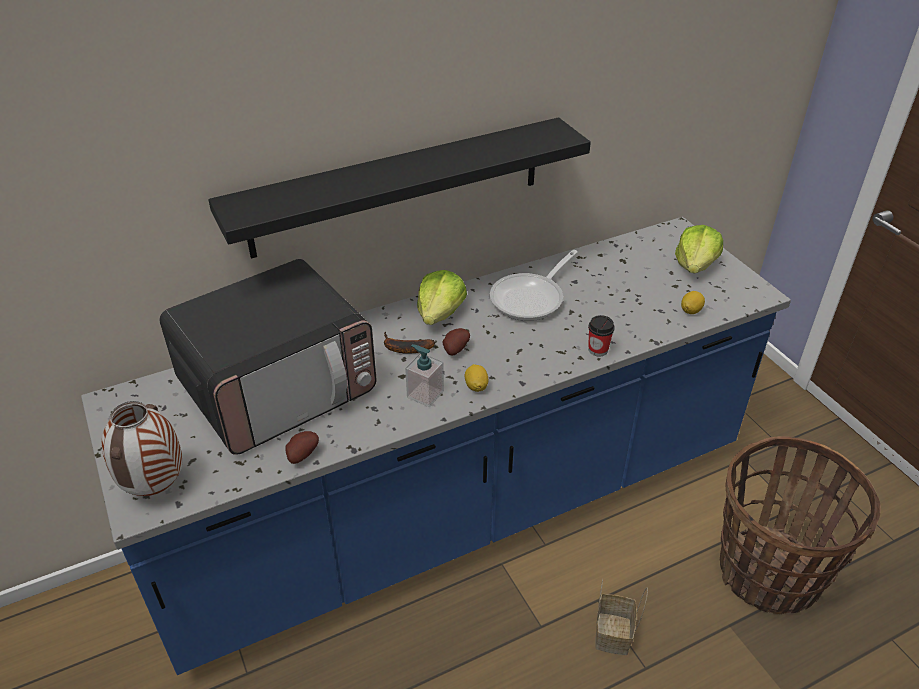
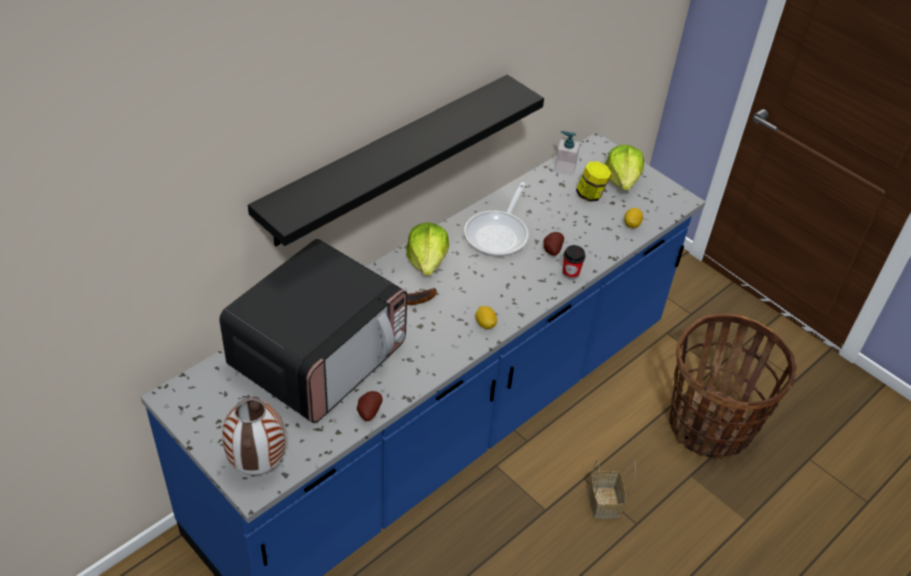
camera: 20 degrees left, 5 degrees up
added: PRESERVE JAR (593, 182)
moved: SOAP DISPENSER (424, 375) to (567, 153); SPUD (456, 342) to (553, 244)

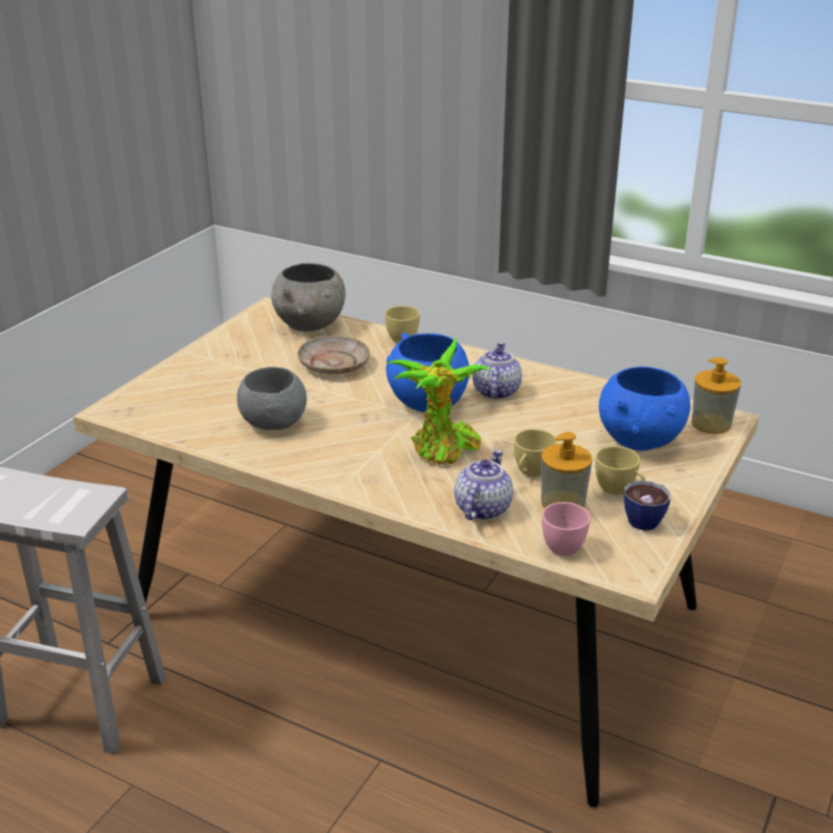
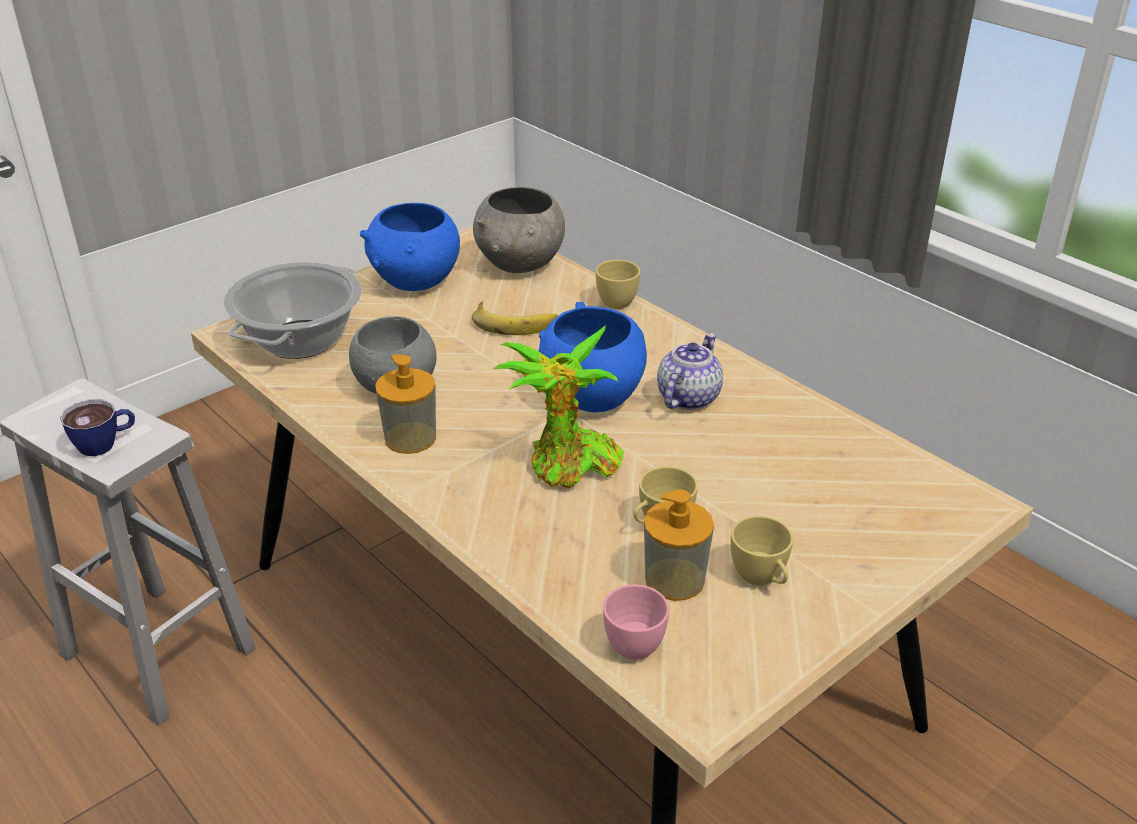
camera: 20 degrees right, 5 degrees up
removed: TEAPOT (483, 484)
added: SAUCEPOT (292, 310)
moved: BLUE BOWL (645, 408) to (410, 247); SMALL CUP (647, 506) to (97, 427); SOAP DISPENSER (716, 396) to (405, 404)
replaced: BEIGE-COLOURED DINNER PLATE (334, 355) to BANANA FRUIT (515, 318)

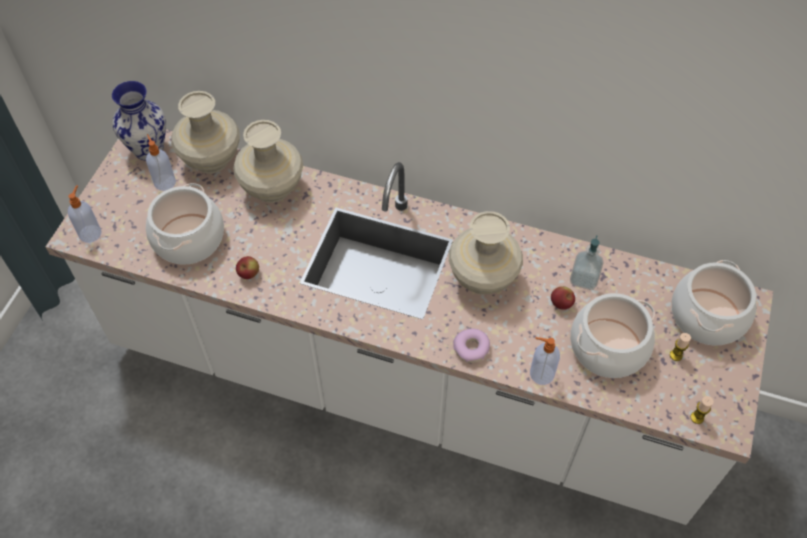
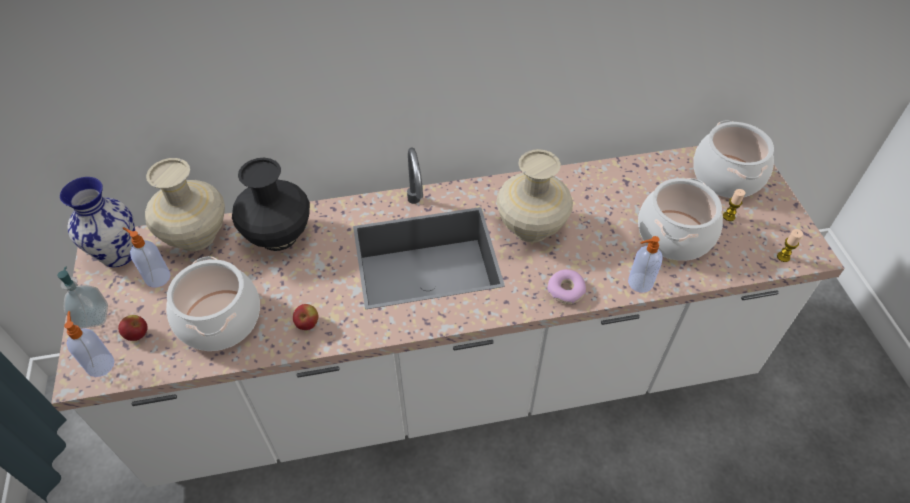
camera: 30 degrees left, 5 degrees down
moved: APPLE FRUIT (563, 298) to (133, 328); SOAP DISPENSER (587, 262) to (82, 297)
recoloured: BEIGE-COLOURED FLOWER VASE (268, 161) to BLACK-COLOURED FLOWER VASE (271, 204)

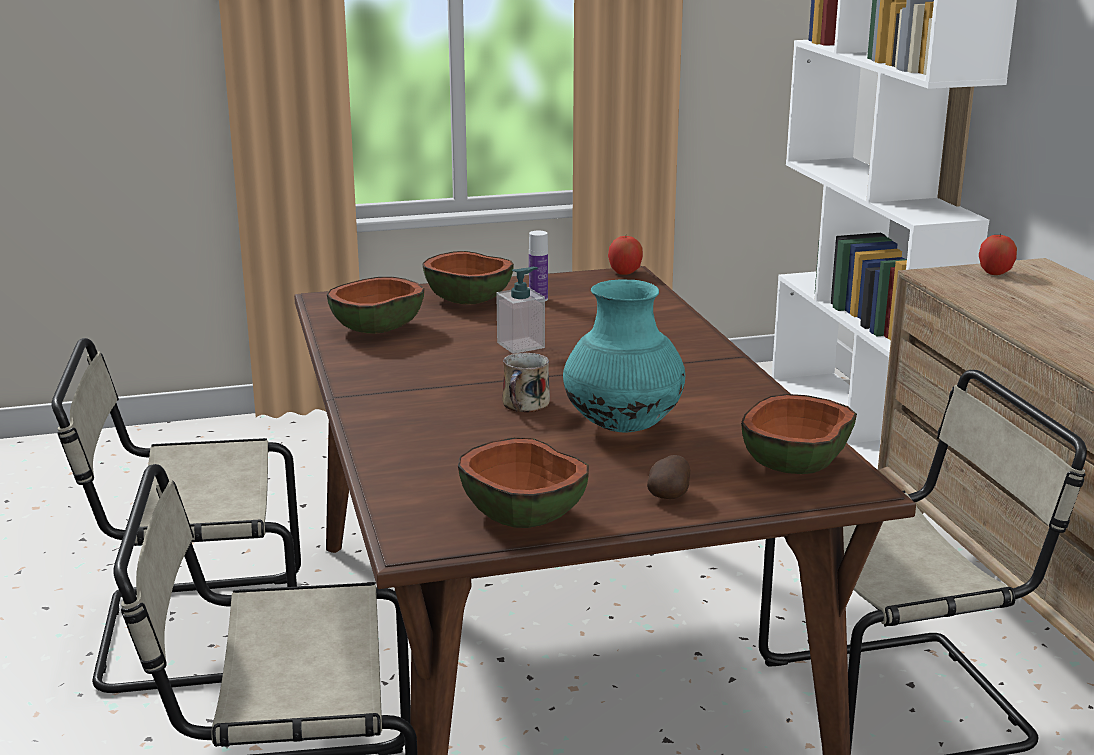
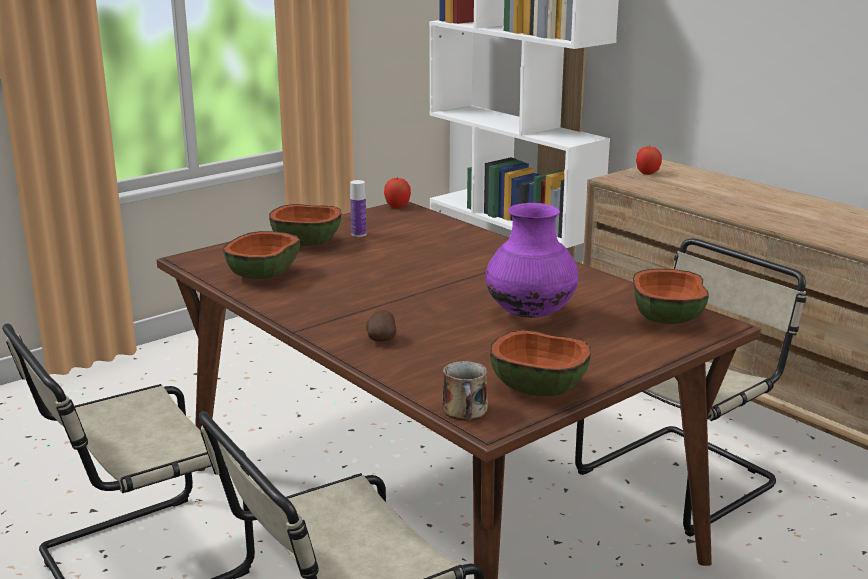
camera: 25 degrees left, 0 degrees up
removed: SOAP DISPENSER (520, 310)
moved: MUG (526, 382) to (465, 391); SPUD (668, 477) to (381, 326)
recoloured: TURQUOISE FLOWER VASE (624, 356) to PURPLE-COLOURED FLOWER VASE (532, 260)

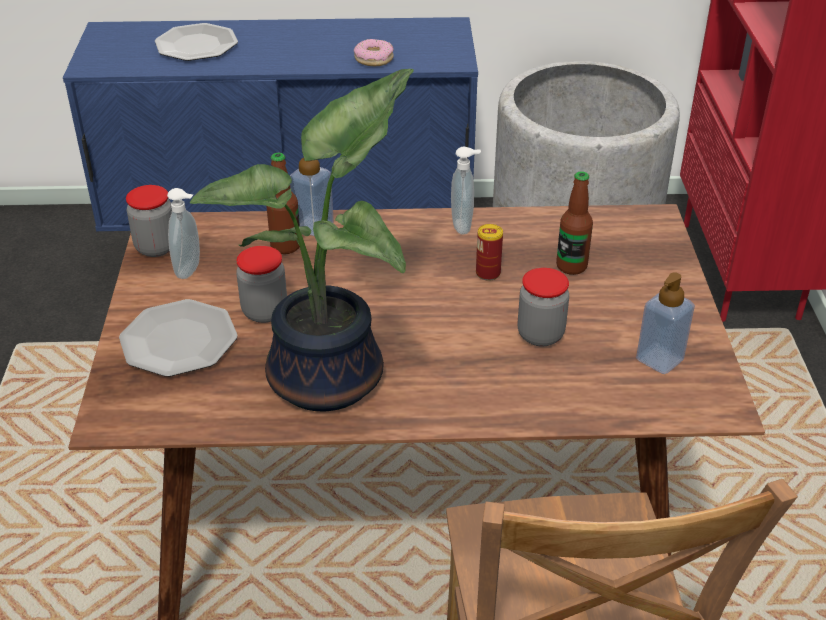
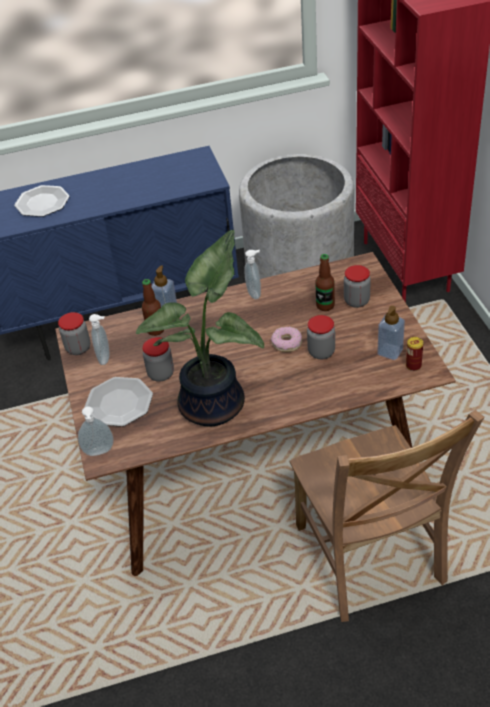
camera: 10 degrees left, 5 degrees up
added: SOAP DISPENSER (96, 431); PRESERVE JAR (357, 286)
moved: DONUT (374, 52) to (286, 339); CAN (489, 252) to (414, 354)

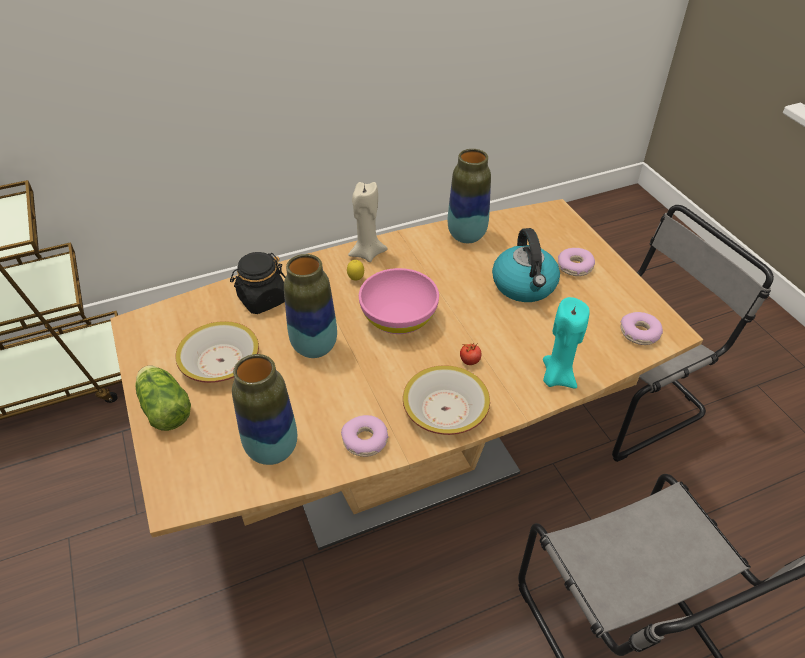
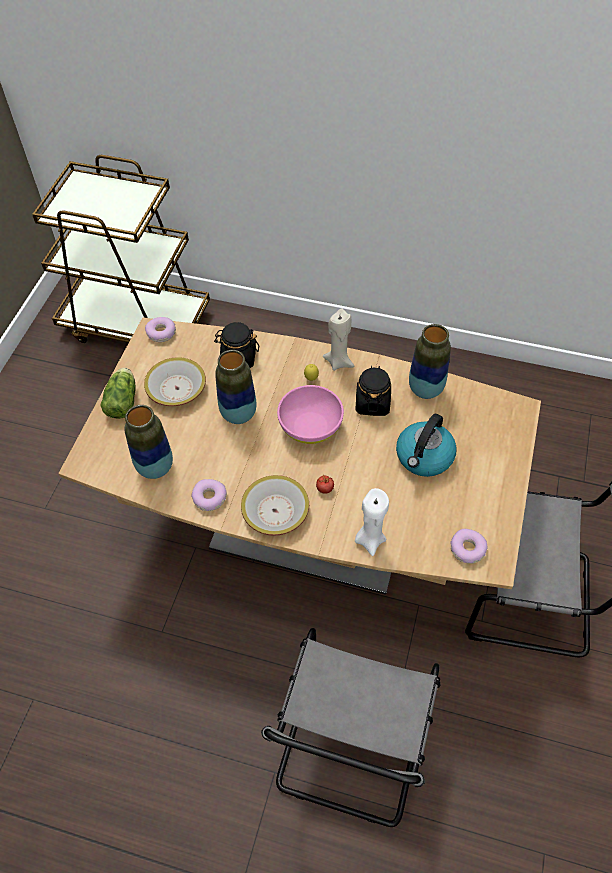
camera: 40 degrees right, 10 degrees up
added: BLACK-COLOURED PRESERVE JAR (373, 391)
moved: DONUT (576, 262) to (160, 329)
recoloured: TURQUOISE CANDLE (566, 342) to WHITE-COLOURED CANDLE (372, 522)

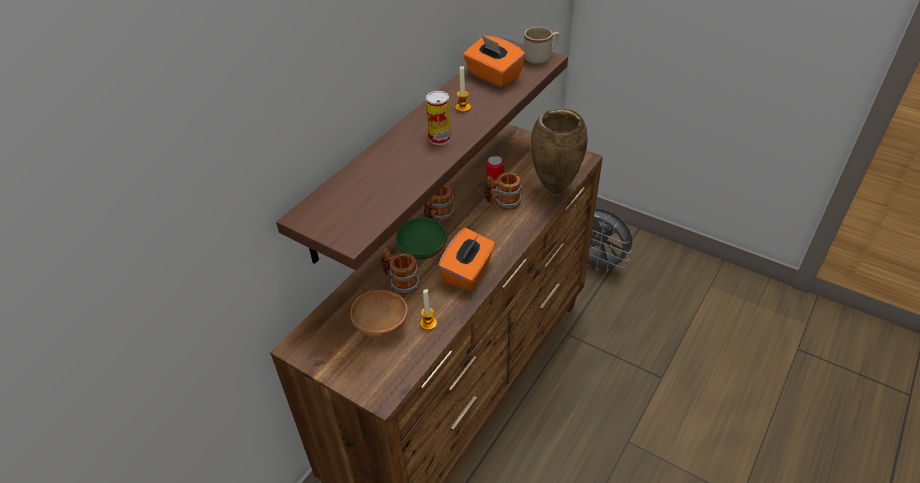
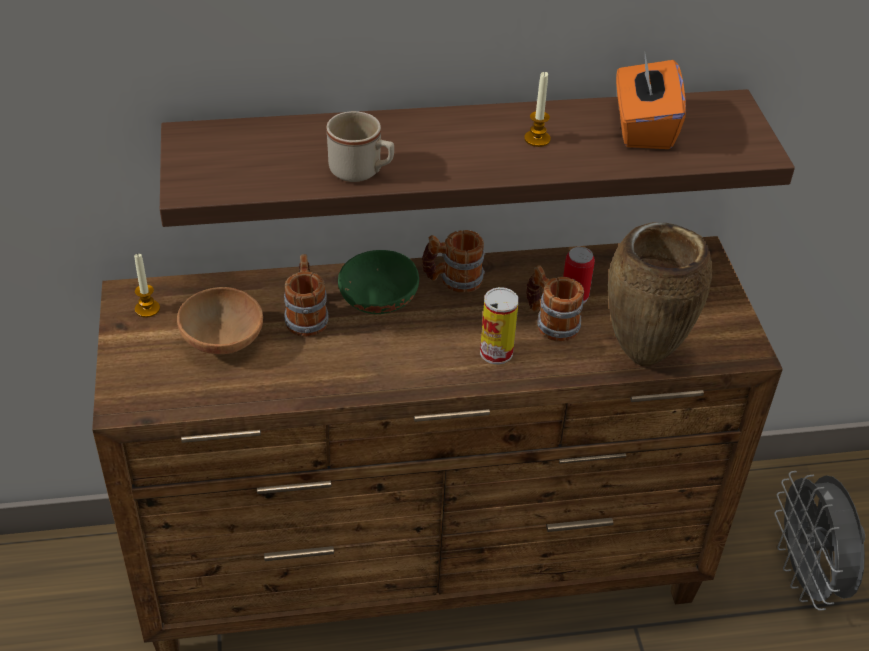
camera: 45 degrees right, 0 degrees up
removed: ORANGEY BOX OF TISSUES (466, 259)
moved: CANDLE (428, 309) to (147, 285); CAN (438, 118) to (499, 326); BEIGE-COLOURED MUG (541, 45) to (360, 146)

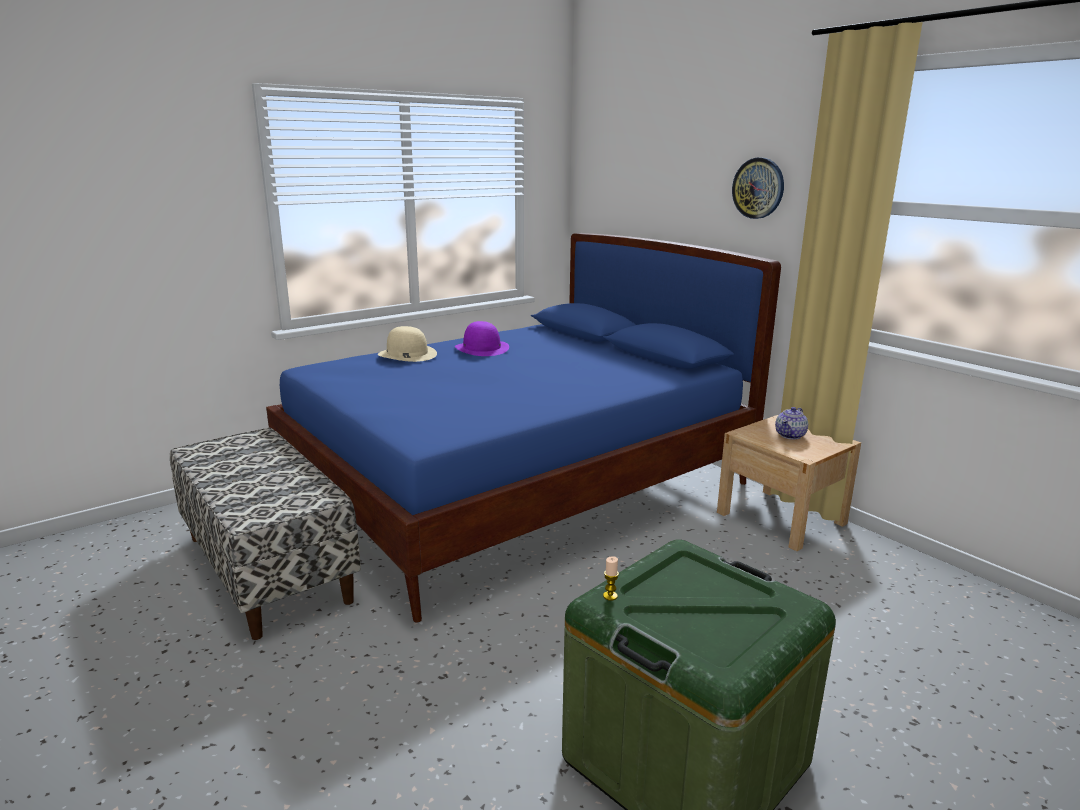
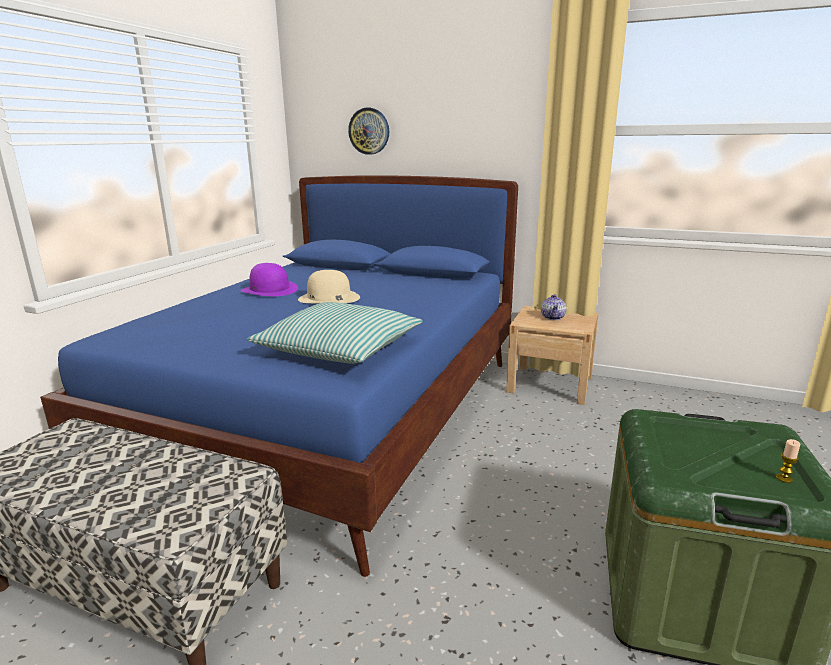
camera: 30 degrees left, 0 degrees up
added: THROW PILLOW (335, 333)
moved: BEIGE-COLOURED HAT (407, 344) to (329, 286); CANDLE (611, 578) to (788, 461); CLOCK ON THE WALL (758, 188) to (368, 131)

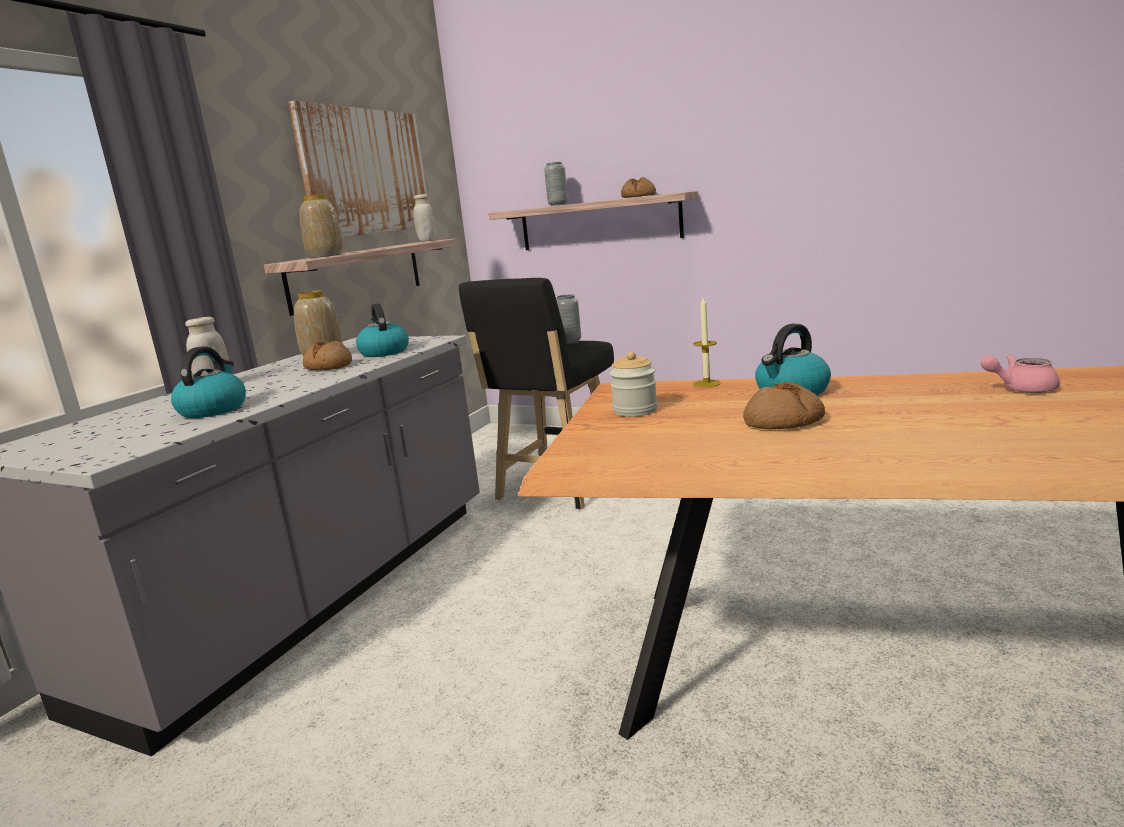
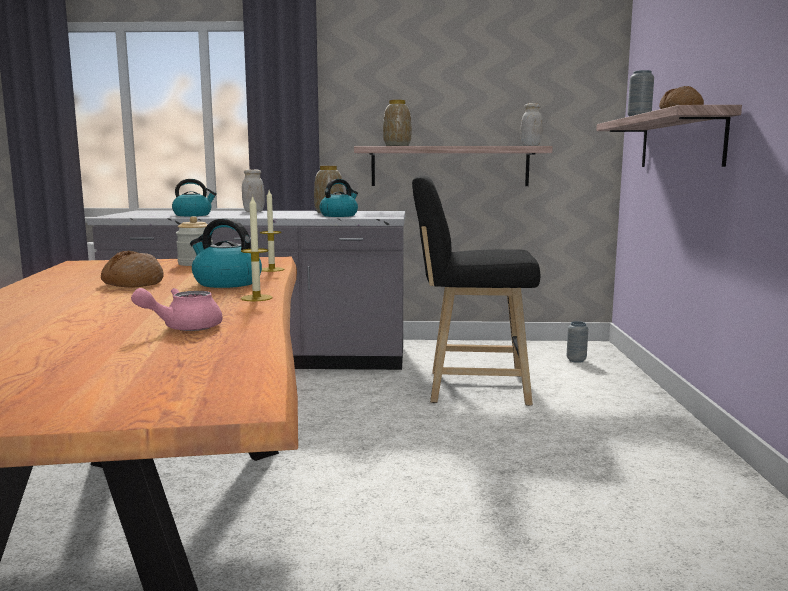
camera: 65 degrees right, 5 degrees down
removed: WALL ART (357, 169); BREAD (327, 355)
added: CANDLE (257, 248)
moved: GRAY FLOWER VASE (568, 319) to (577, 342)
turned: PINKISH TEAPOT (1020, 374) = (177, 309) 105 degrees counterclockwise

